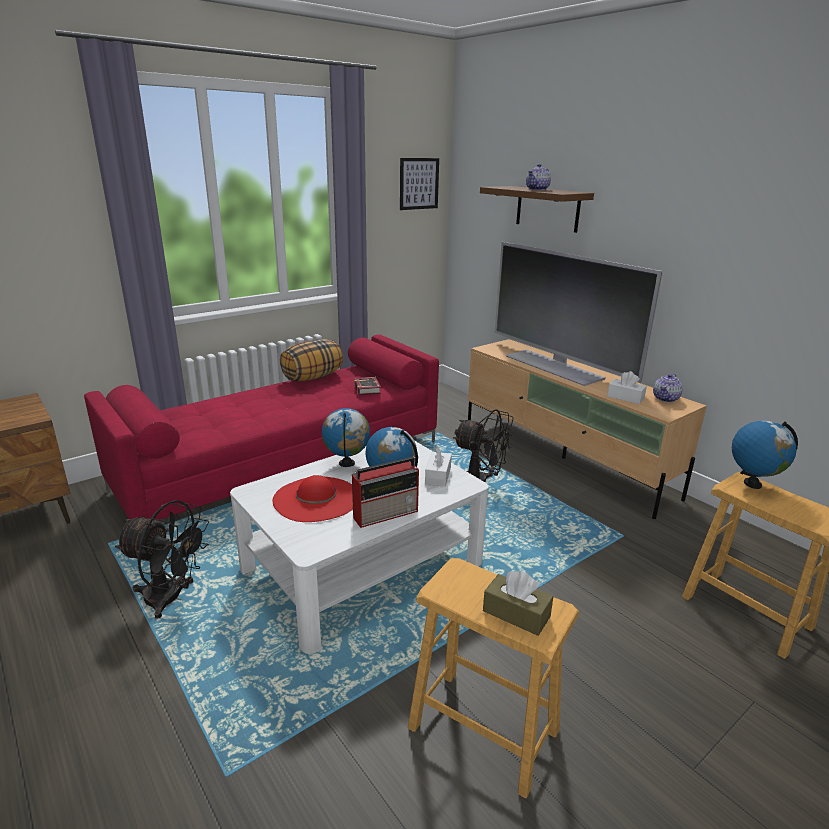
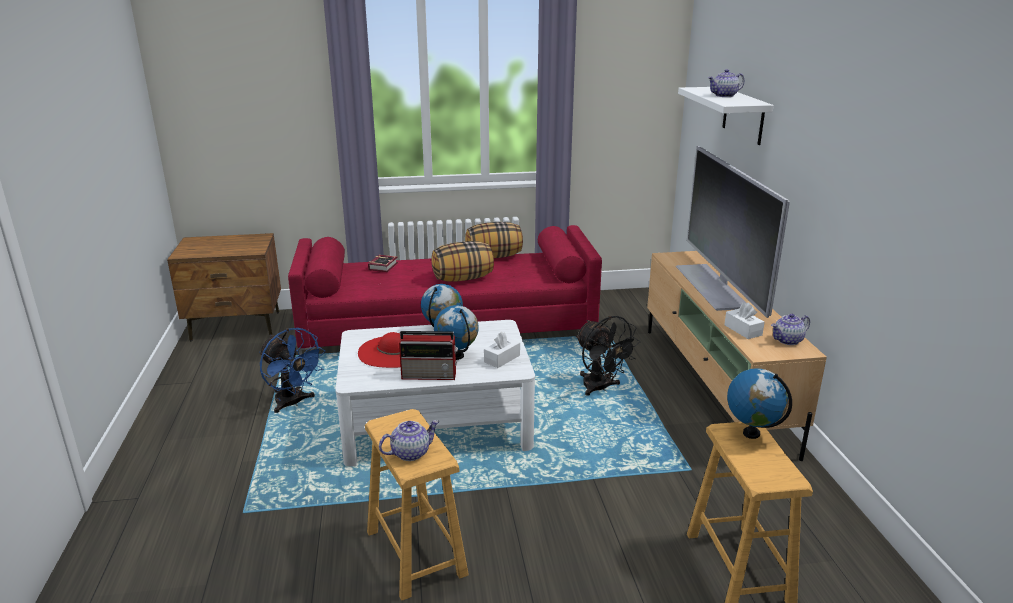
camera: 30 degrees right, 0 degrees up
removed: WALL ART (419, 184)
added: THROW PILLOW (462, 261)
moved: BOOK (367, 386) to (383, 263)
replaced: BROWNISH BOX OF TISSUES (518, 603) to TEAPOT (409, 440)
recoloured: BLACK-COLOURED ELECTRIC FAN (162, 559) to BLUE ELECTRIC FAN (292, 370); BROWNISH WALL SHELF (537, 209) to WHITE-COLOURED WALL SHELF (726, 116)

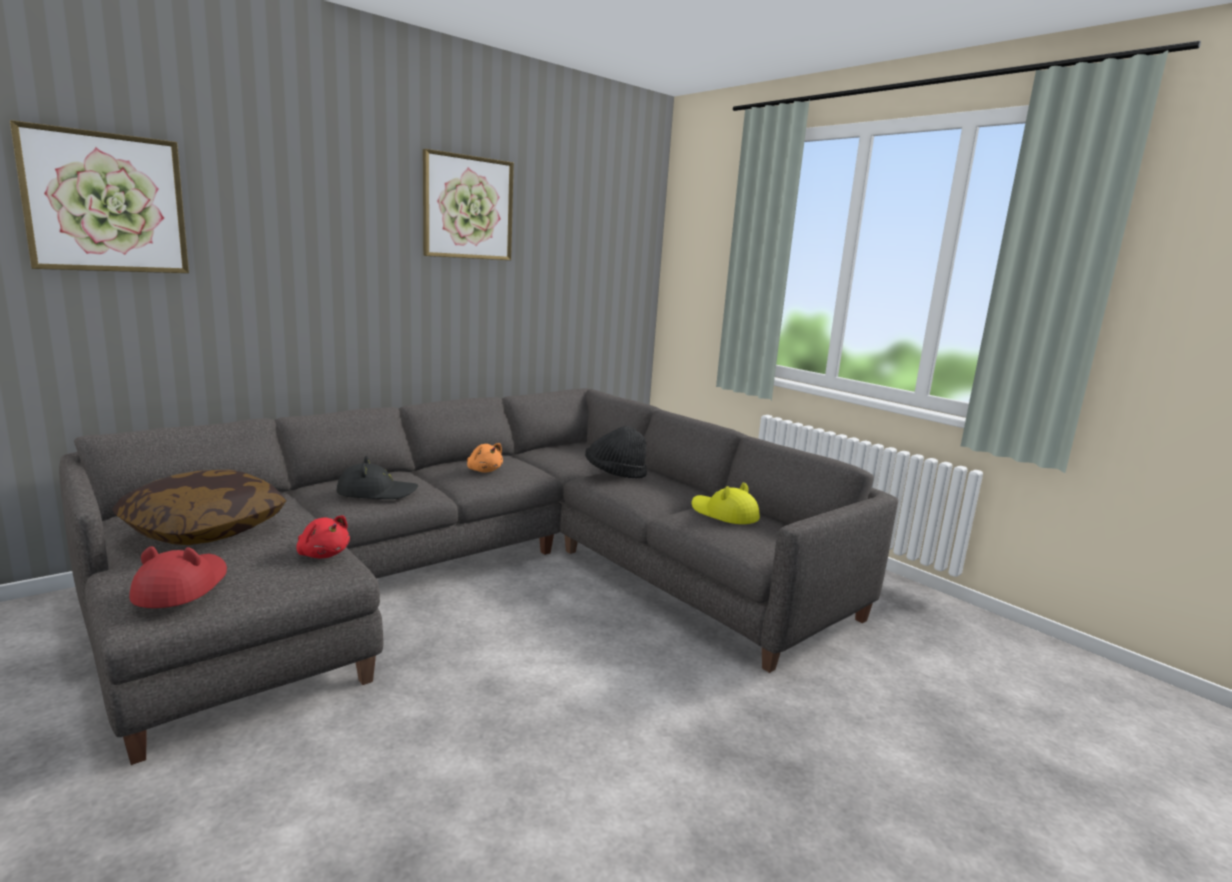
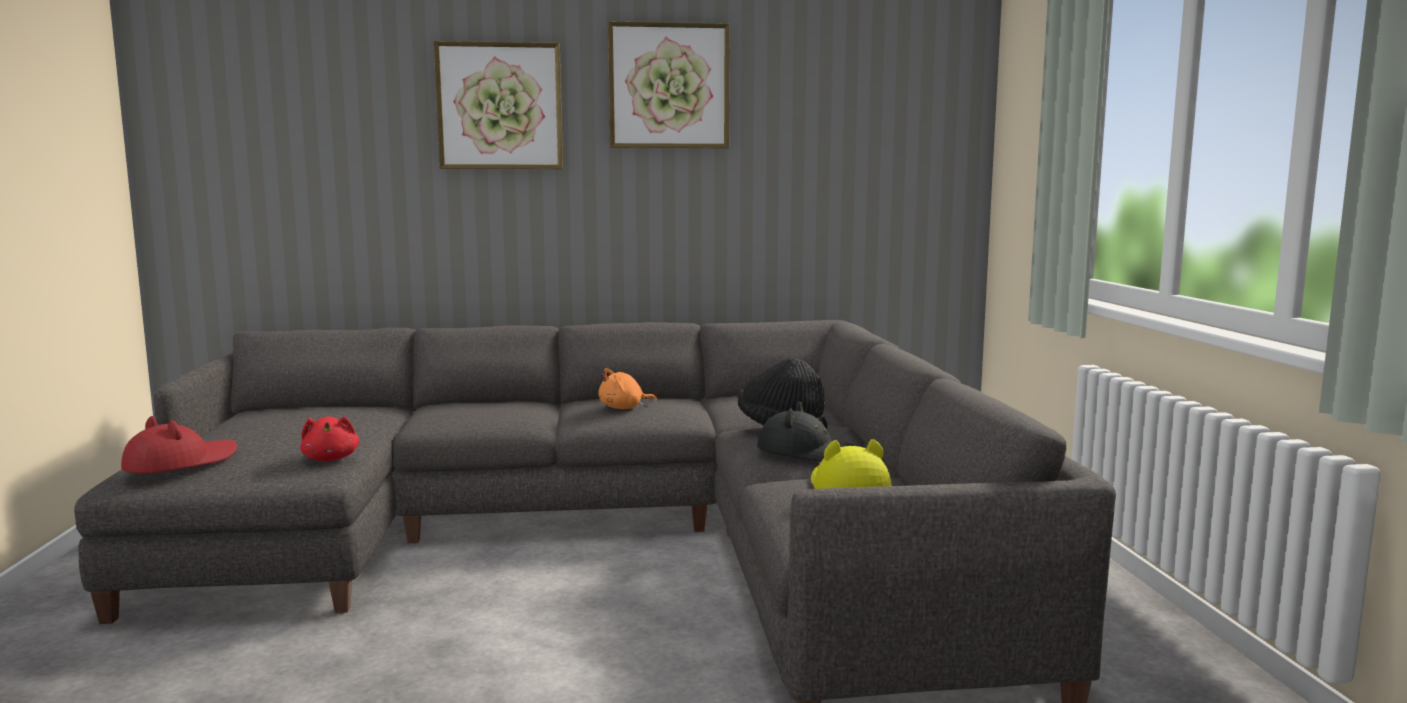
camera: 35 degrees right, 5 degrees down
removed: THROW PILLOW (199, 507)
moved: WALL ART (99, 196) to (498, 105); BLACK-COLOURED HAT (377, 477) to (809, 431)
turned: ORANGEY CUDDLY TOY (485, 457) = (628, 388) 75 degrees clockwise

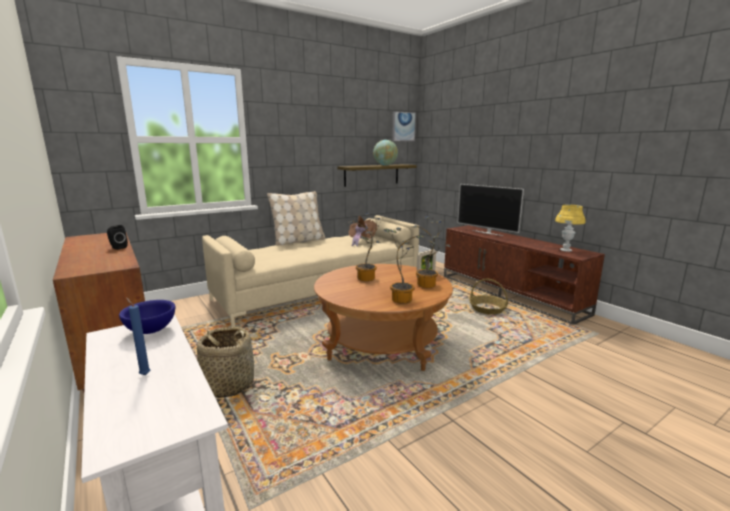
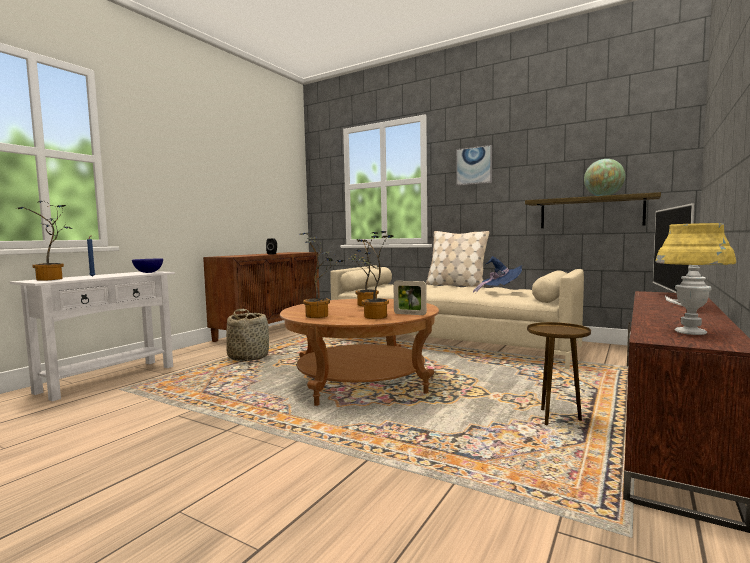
camera: 65 degrees right, 10 degrees down
added: HOUSEPLANT (43, 241)
moved: WALL ART (404, 126) to (474, 165)
replaced: STORAGE BASKET (488, 296) to BROWNISH ACCENT TABLE (559, 373)
recoloured: BROWNISH HAT (362, 231) to BLUE HAT (497, 274)

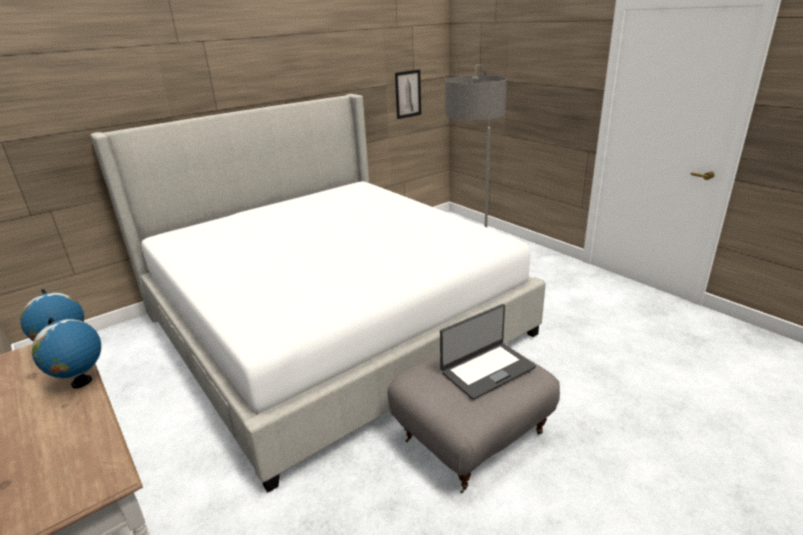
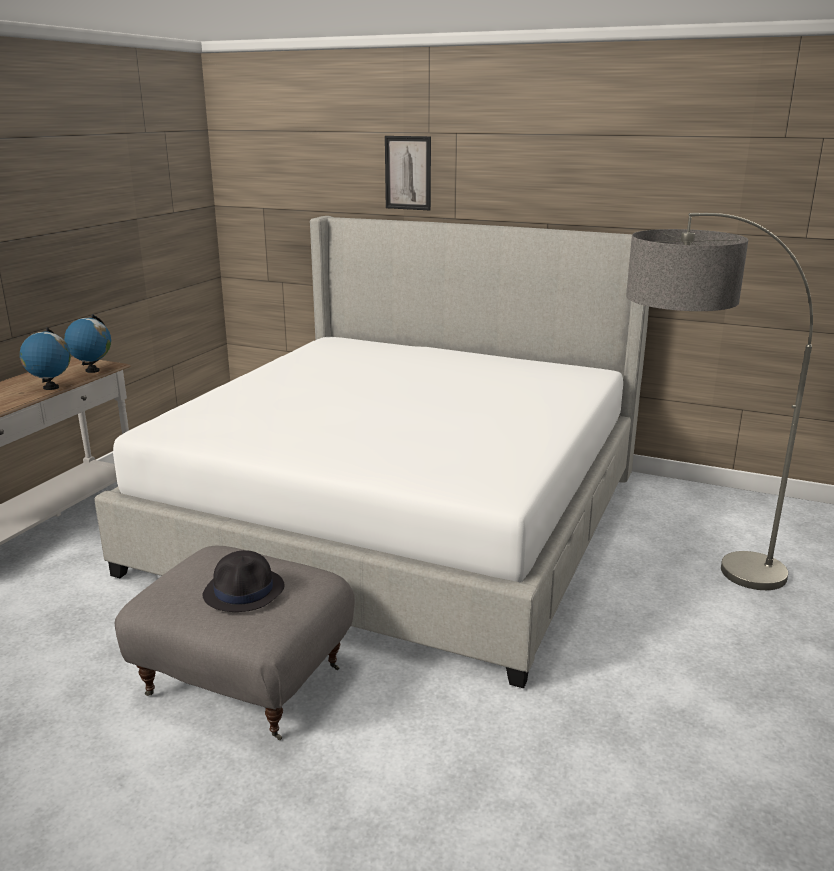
camera: 60 degrees right, 5 degrees down
moved: WALL ART (408, 94) to (408, 173)
replaced: PORTABLE COMPUTER (488, 352) to BLACK-COLOURED HAT (243, 581)

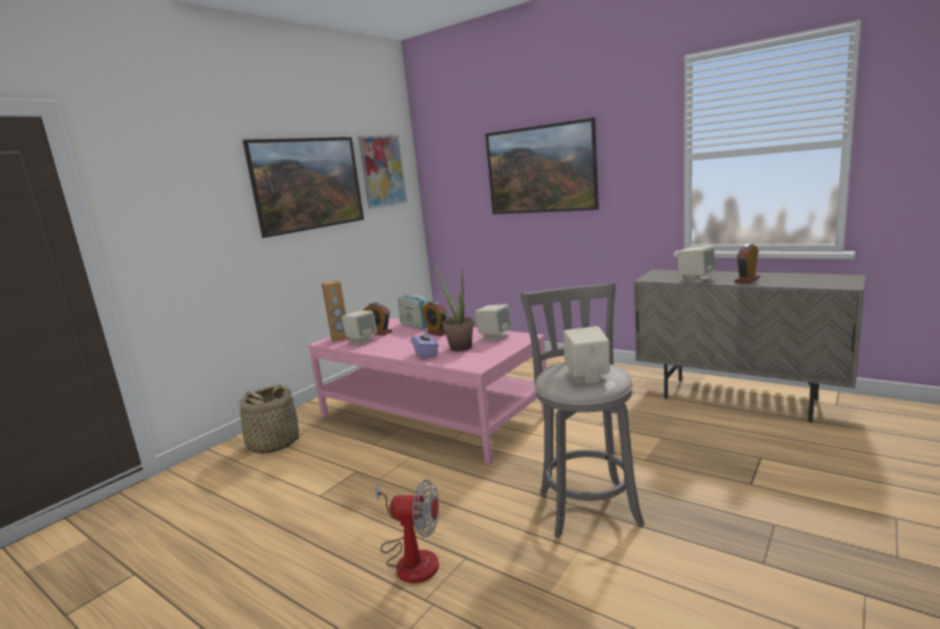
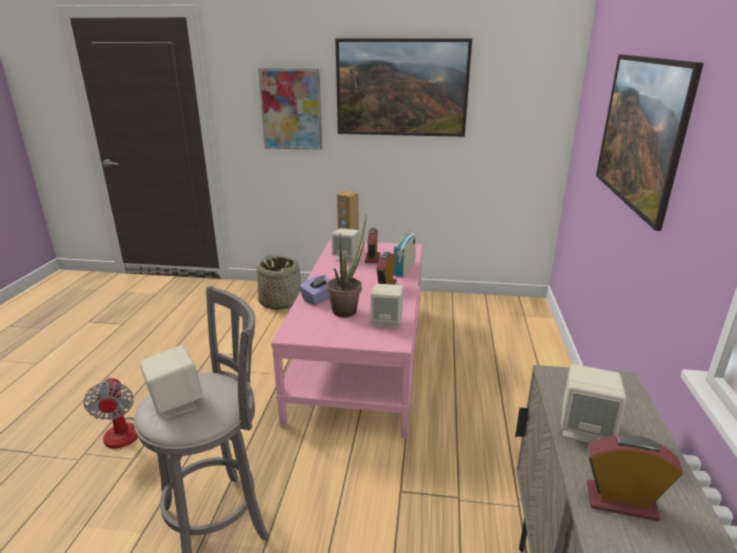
camera: 60 degrees right, 10 degrees up
moved: WALL ART (382, 171) to (290, 109)

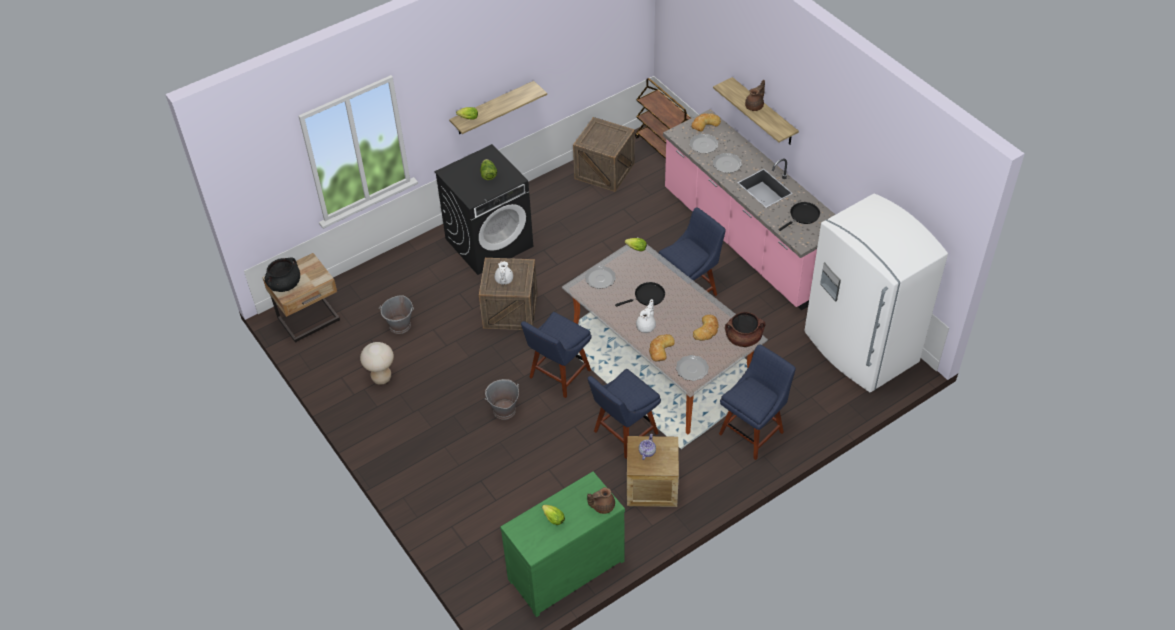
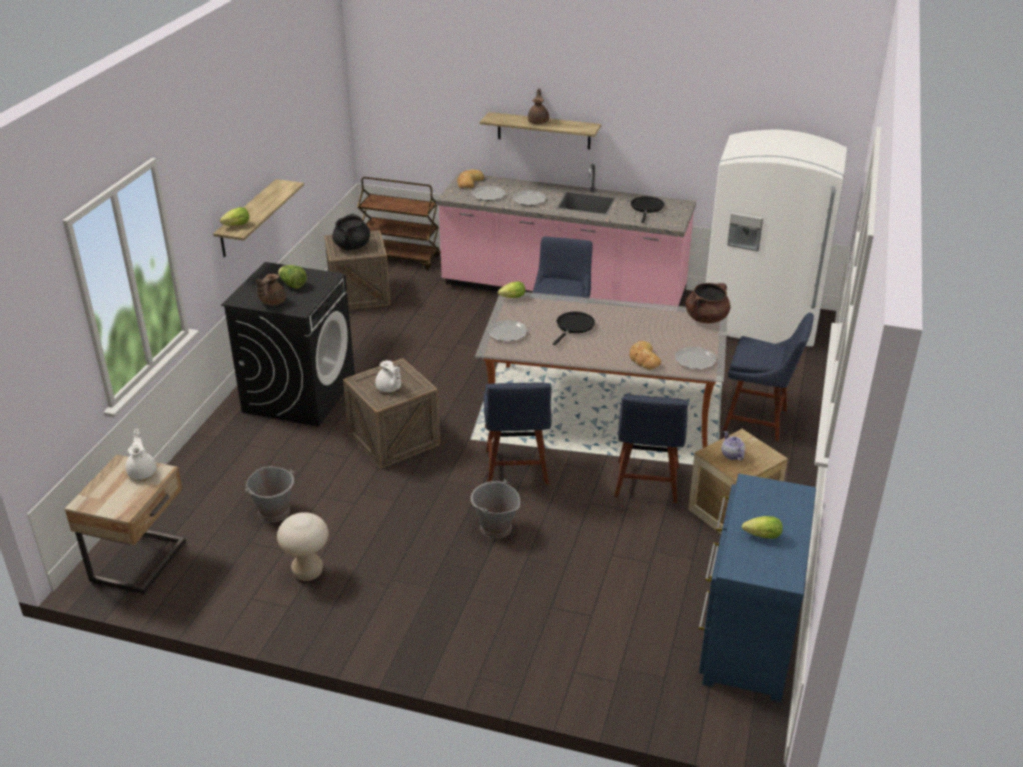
camera: 40 degrees left, 15 degrees down
removed: BREAD (706, 327)
moved: BLACK-COLOURED SAUCEPOT (282, 274) to (351, 231); BROWNISH TEAPOT (601, 500) to (271, 289); WHITE-COLOURED TEAPOT (646, 316) to (141, 454)
recoloured: GREEN-COLOURED CHEST OF DRAWERS (562, 544) to BLUE CHEST OF DRAWERS (757, 588)
turned: BLUE CHAIR (757, 402) = (768, 377) 105 degrees clockwise

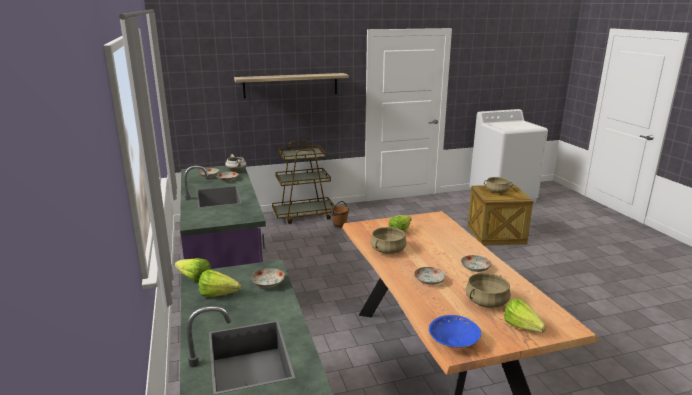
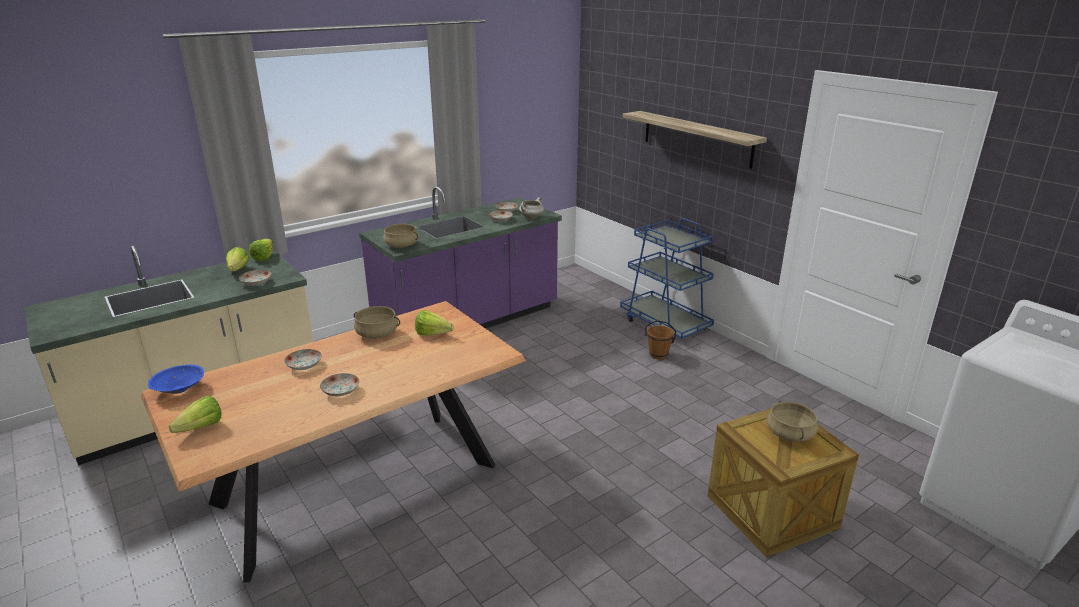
camera: 70 degrees right, 5 degrees up
moved: BEIGE-COLOURED SAUCEPOT (488, 290) to (401, 236)
recoloured: BROWNISH WHEELED CART (303, 182) to BLUE WHEELED CART (667, 280)

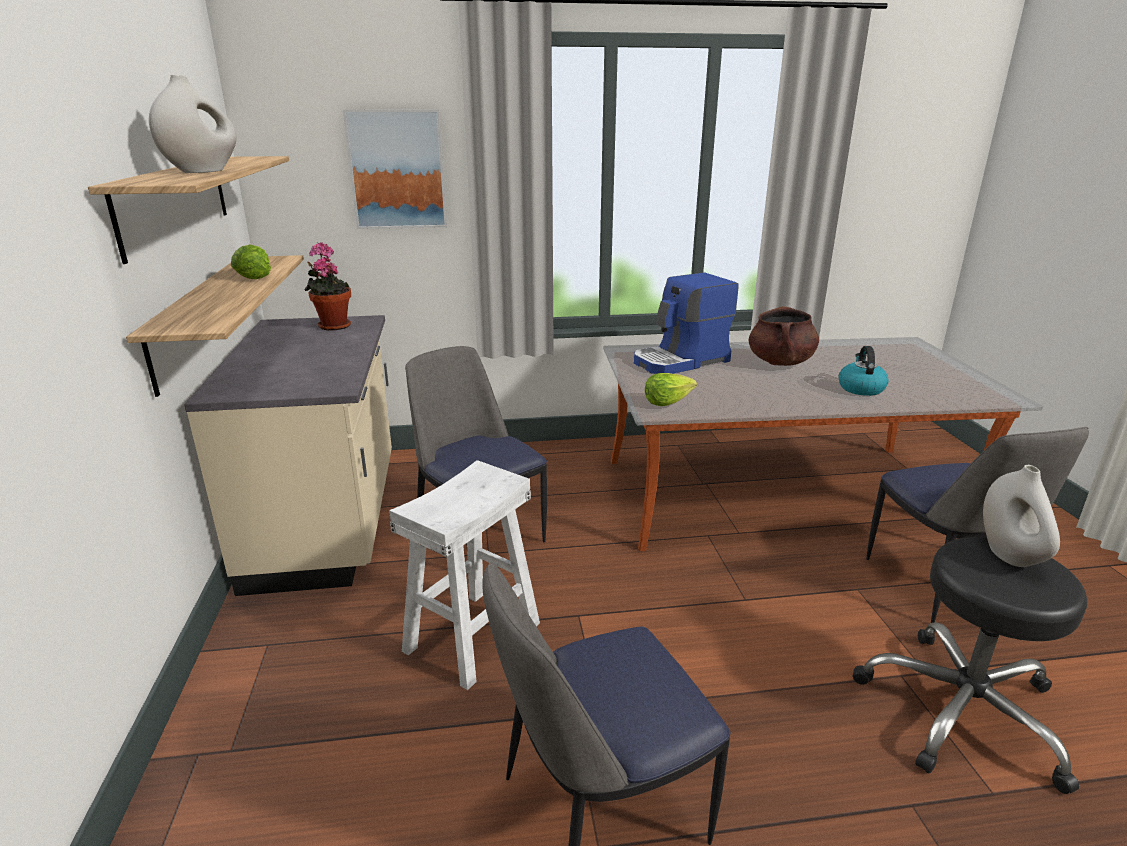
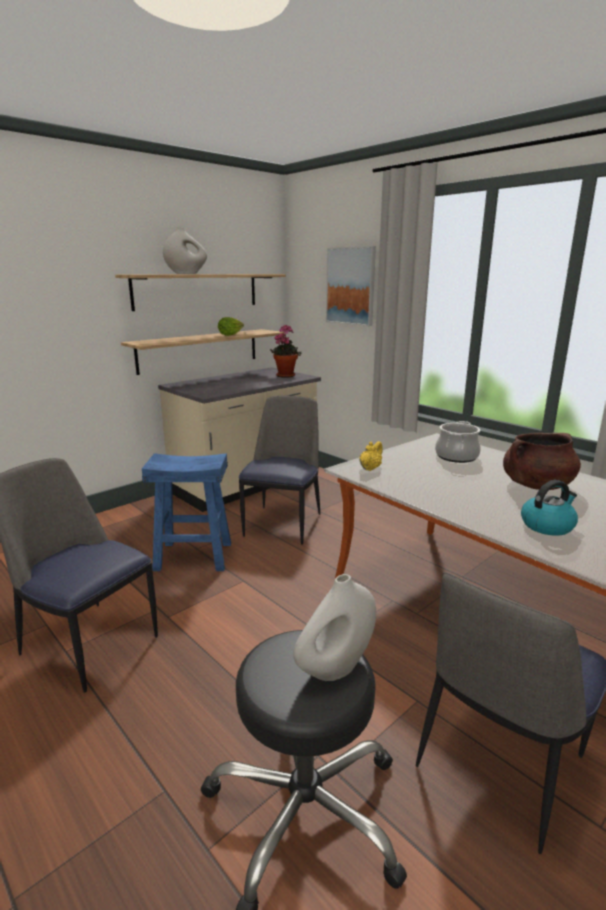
camera: 55 degrees right, 5 degrees down
replaced: COFFEE BREWER (686, 323) to SAUCEPOT (458, 442); LETTUCE HEAD (671, 389) to YELLOW-COLOURED TEAPOT (371, 456)
recoloured: WHITE-COLOURED STOOL (464, 575) to BLUE STOOL (186, 512)

